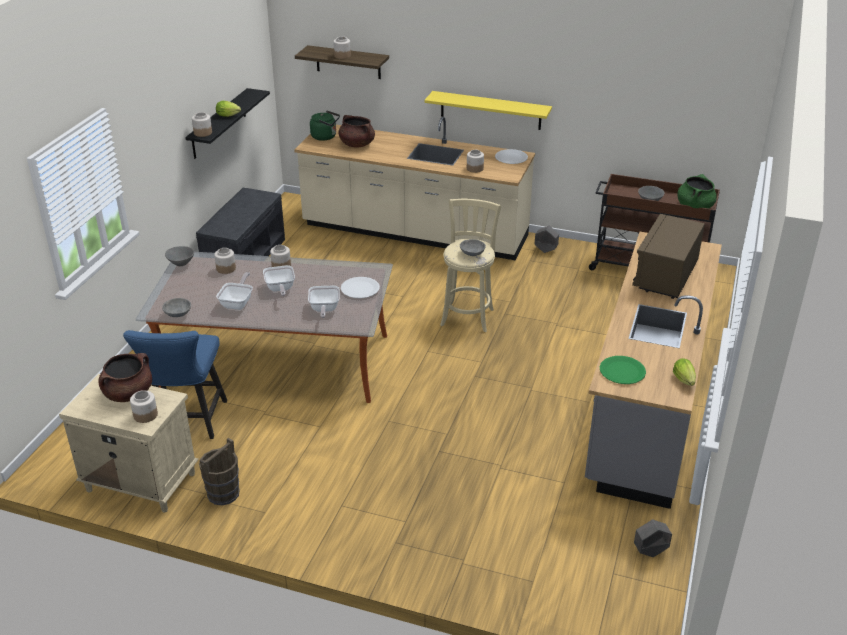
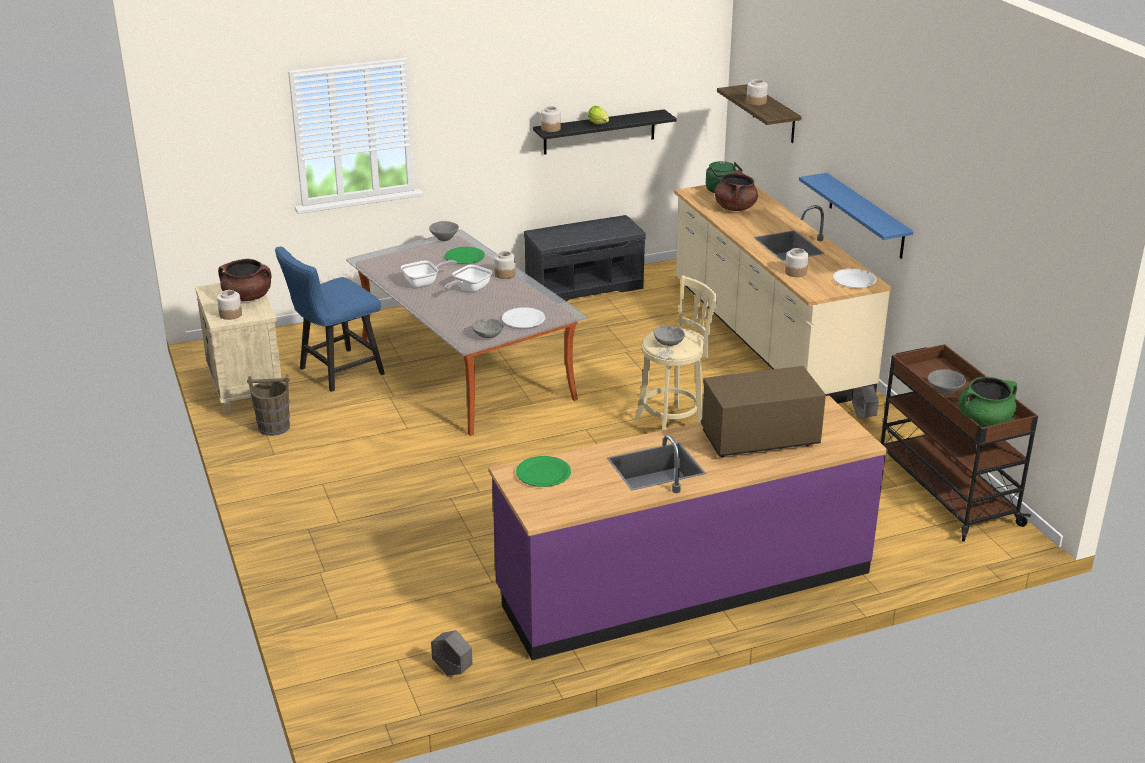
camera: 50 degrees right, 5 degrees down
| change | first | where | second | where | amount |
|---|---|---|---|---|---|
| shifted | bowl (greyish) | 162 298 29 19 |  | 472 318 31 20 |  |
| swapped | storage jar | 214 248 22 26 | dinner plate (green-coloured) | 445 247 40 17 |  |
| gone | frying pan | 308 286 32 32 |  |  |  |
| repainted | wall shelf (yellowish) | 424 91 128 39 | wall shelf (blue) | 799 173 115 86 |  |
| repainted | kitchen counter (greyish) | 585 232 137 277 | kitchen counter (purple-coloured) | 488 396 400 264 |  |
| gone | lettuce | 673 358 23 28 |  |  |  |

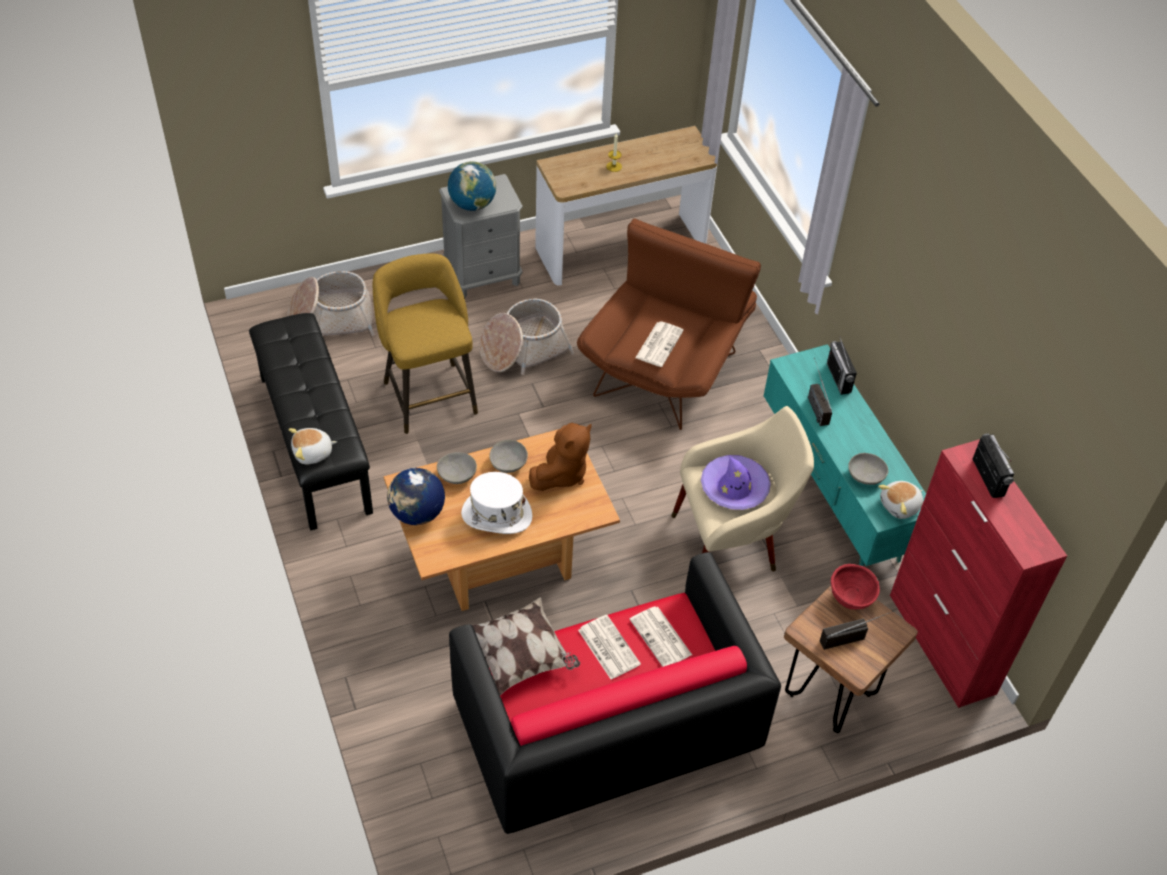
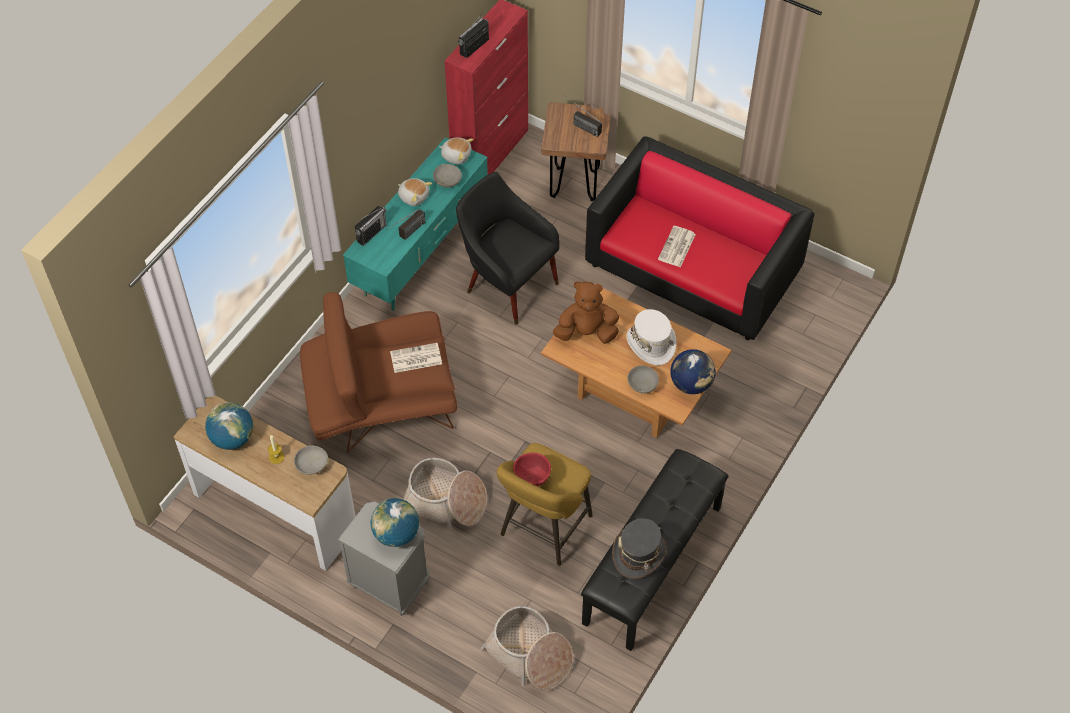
camera: 125 degrees left, 5 degrees up
| change | first | where | second | where | amount |
|---|---|---|---|---|---|
| shifted | plush toy | 289 428 48 37 |  | 398 178 34 28 |  |
| gone | pillow | 472 597 108 98 |  |  |  |
| shifted | bowl (greyish) | 489 440 39 33 |  | 294 446 34 29 |  |
| gone | daily paper | 630 606 62 61 |  |  |  |
| repainted | armchair (beige-coloured) | 672 406 142 166 | armchair (blackish) | 456 172 104 153 |  |
| gone | wearable hat (purple-coloured) | 701 455 70 55 |  |  |  |
| shifted | bowl (reddish) | 831 564 49 46 |  | 513 453 38 33 |  |
| new |  |  | world globe | 205 403 48 47 |  |
| new |  |  | wearable hat (greyish) | 612 518 55 61 |  |

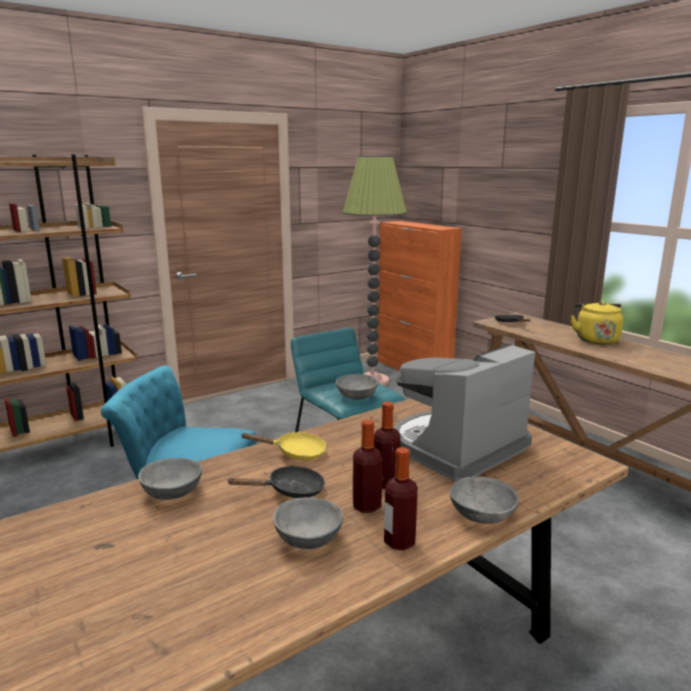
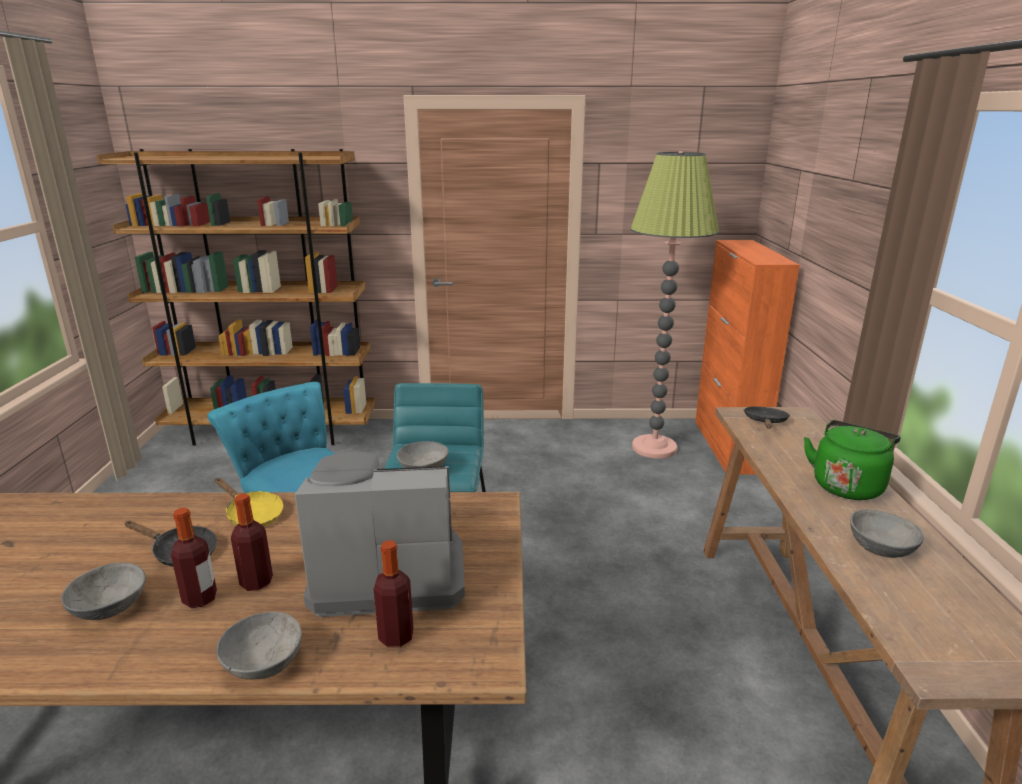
camera: 35 degrees right, 5 degrees up
| change | first | where | second | where | amount |
|---|---|---|---|---|---|
| shifted | bowl (greyish) | 138 458 64 42 |  | 850 509 74 49 |  |
| shifted | beverage bottle | 384 447 34 103 |  | 374 541 40 106 |  |
| repainted | water kettle (yellowish) | 571 301 53 44 | water kettle (green-coloured) | 804 420 97 80 |  |

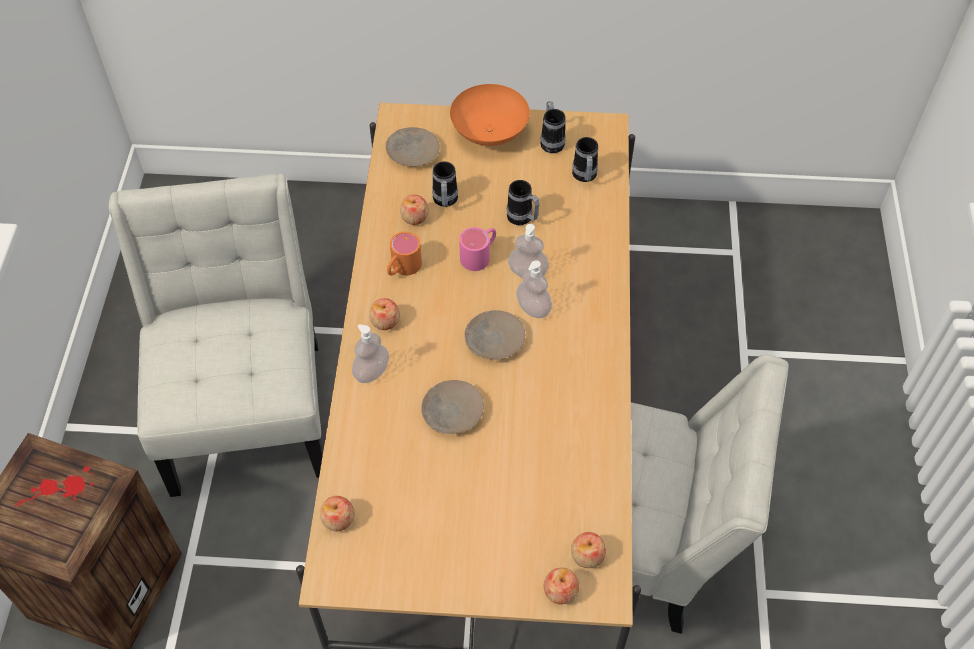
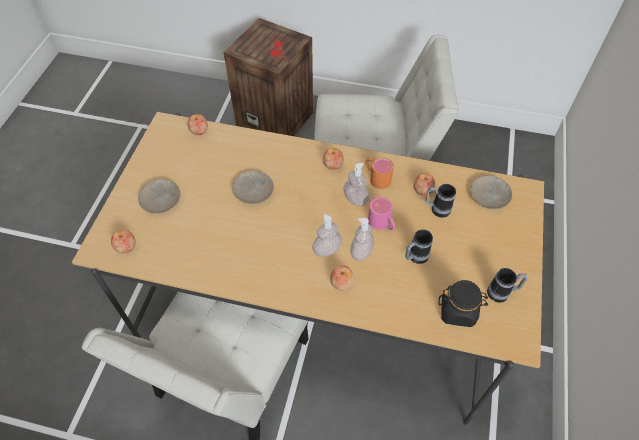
camera: 100 degrees right, 0 degrees up
| change | first | where | second | where | amount |
|---|---|---|---|---|---|
| shifted | soap dispenser | 352 324 37 59 |  | 343 163 26 43 |  |
| gone | bowl (orangey) | 450 84 80 62 |  |  |  |
| shifted | dinner plate (beige-coloured) | 465 310 60 50 |  | 138 179 42 35 |  |
| shifted | whole apple | 544 567 35 37 |  | 330 265 24 25 |  |
| swapped | mug | 572 137 26 45 | storage jar (blackish) | 439 280 49 47 |  |

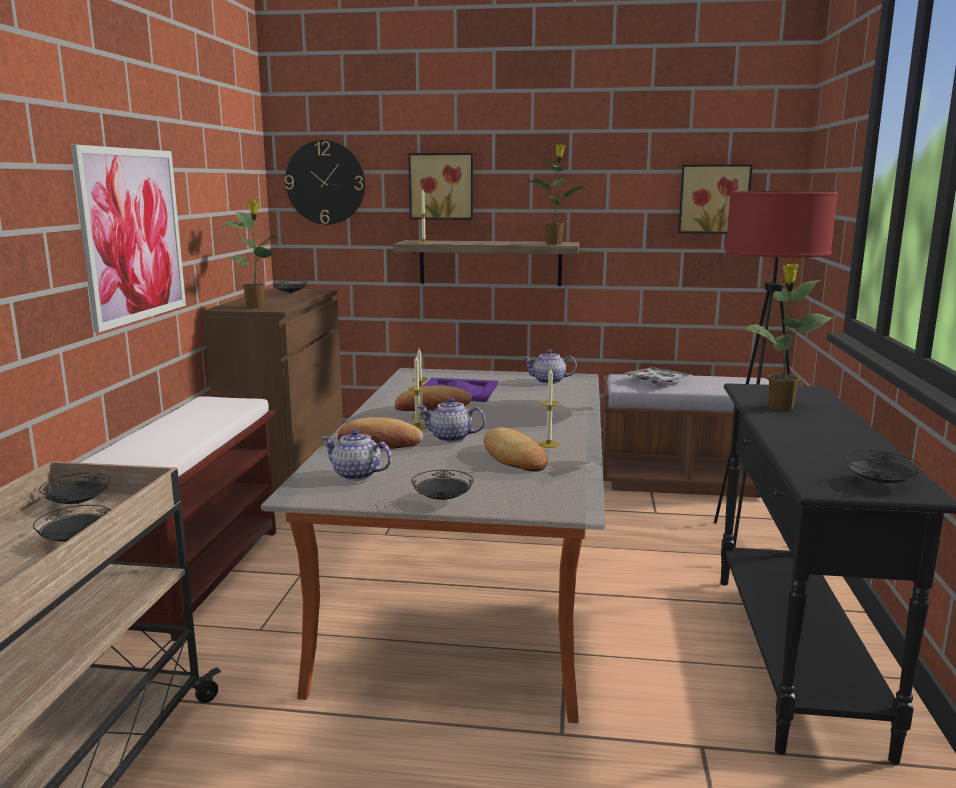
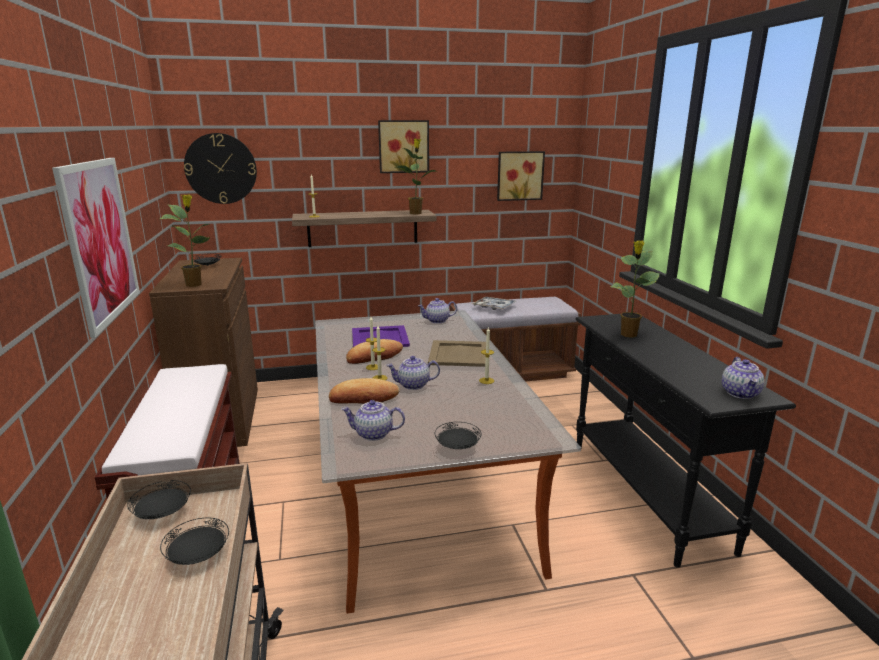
camera: 20 degrees left, 5 degrees up
| change | first | where | second | where | amount |
|---|---|---|---|---|---|
| shifted | wall art | 408 153 65 67 |  | 378 120 51 53 |  |
| gone | bread | 484 427 64 45 |  |  |  |
| gone | standing lamp (reddish) | 714 191 124 357 |  |  |  |
| swapped | dinner plate (blackish) | 844 451 77 33 | pot for tea | 722 357 43 42 |  |
| new |  |  | tray (beige-coloured) | 428 340 58 27 |  |

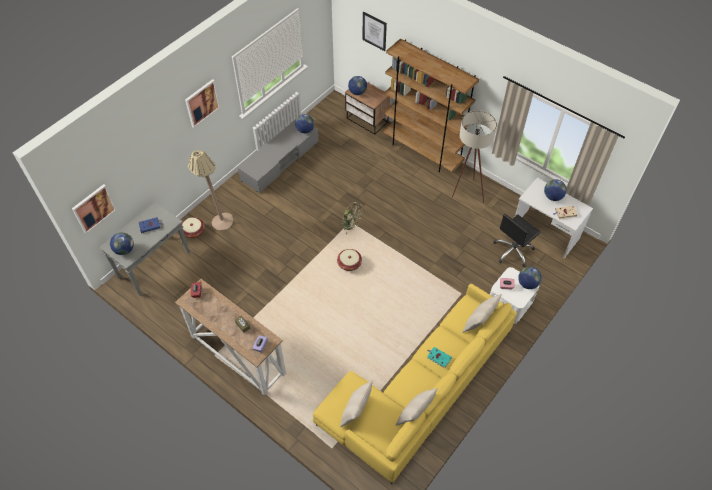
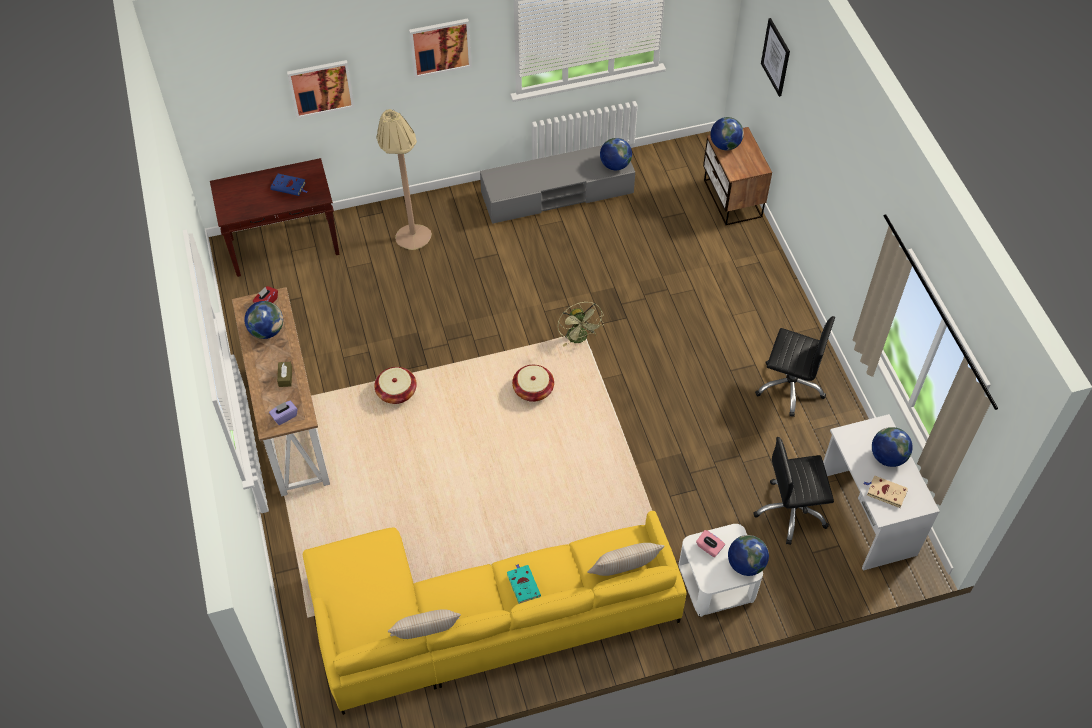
camera: 35 degrees right, 0 degrees up
| change | first | where | second | where | amount |
|---|---|---|---|---|---|
| shifted | wall art | 72 184 44 50 |  | 287 60 67 59 |  |
| repainted | console table (greyish) | 99 202 90 93 | console table (brownish) | 210 158 130 119 |  |
| shifted | world globe | 110 232 24 23 |  | 244 301 39 38 |  |
| shifted | household basket | 182 217 23 21 |  | 374 367 43 37 |  |
| gone | pillow (beige-coloured) | 340 380 33 47 |  |  |  |
| gone | bookcase (brownish) | 383 39 96 134 |  |  |  |
| swapped | standing lamp (beige-coloured) | 452 110 45 93 | computer chair (blackish) | 755 316 80 101 |  |

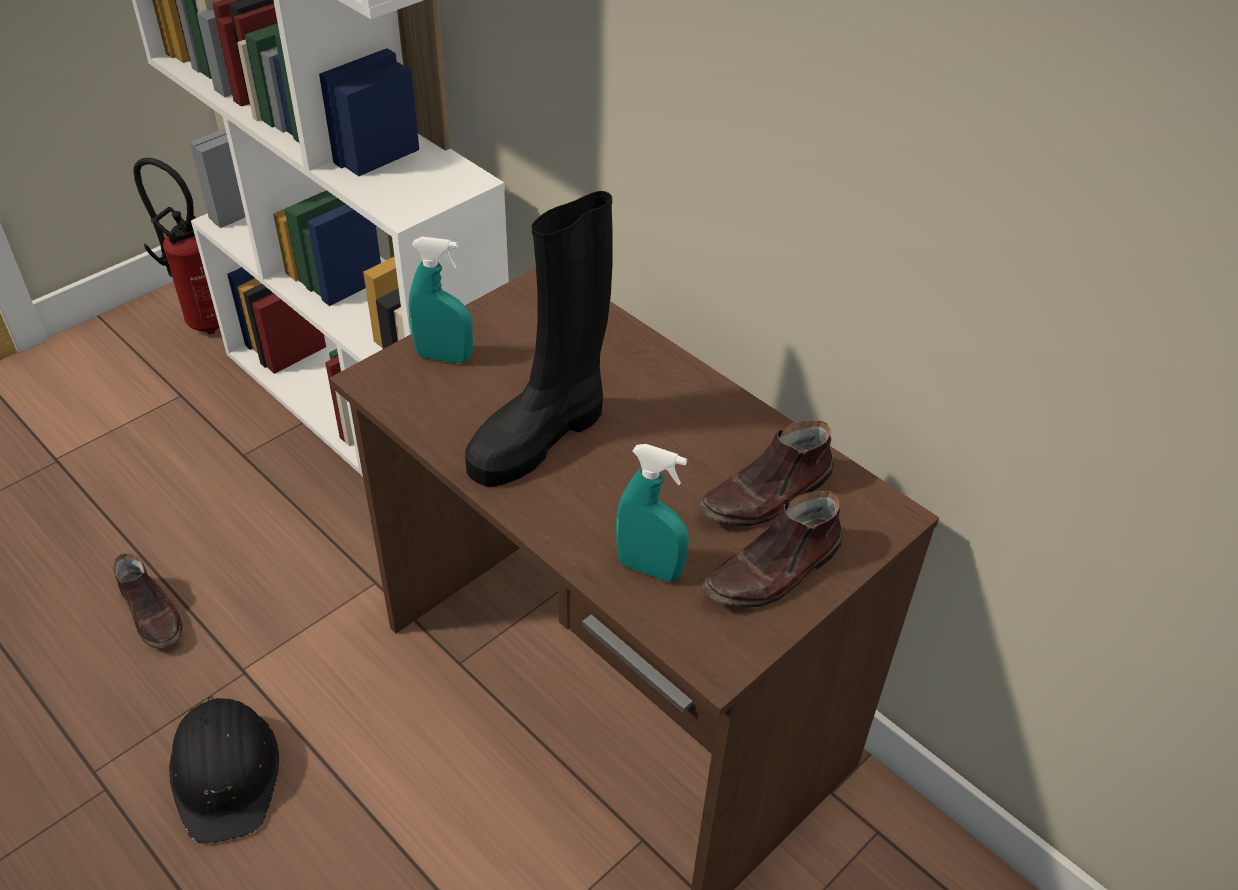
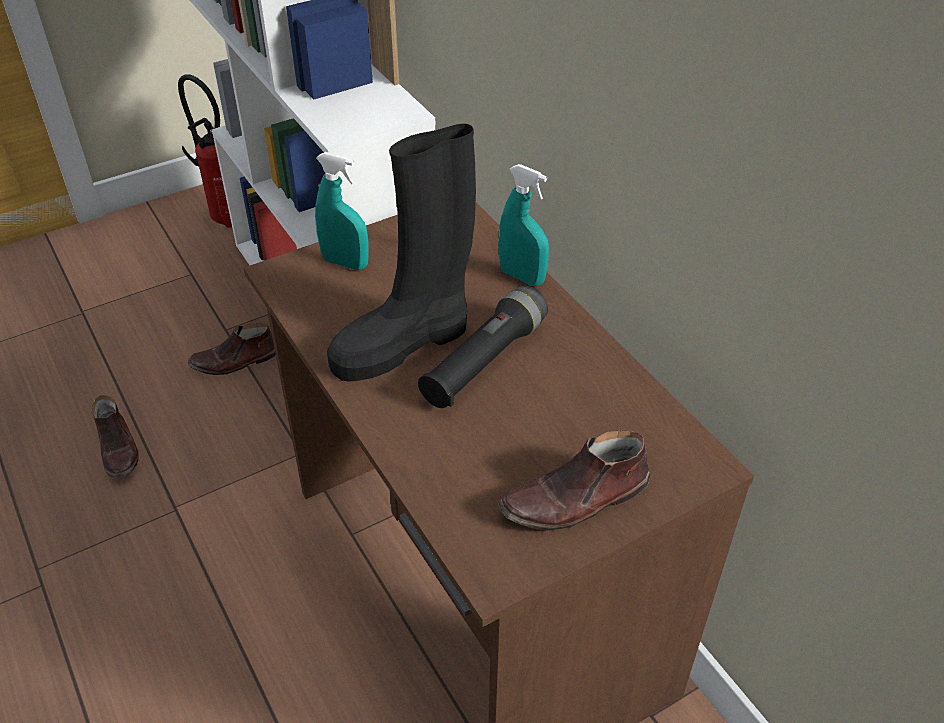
camera: 15 degrees right, 0 degrees up
| change | first | where | second | where | amount |
|---|---|---|---|---|---|
| gone | hard hat (blackish) | 169 695 110 149 |  |  |  |
| shifted | hand sprayer (turquoise-coloured) | 616 444 73 138 |  | 498 164 51 122 |  |
| shifted | shoe (brownish) | 698 420 135 106 |  | 188 323 88 52 |  |
| new |  |  | flashlight (blackish) | 418 285 130 123 |  |

